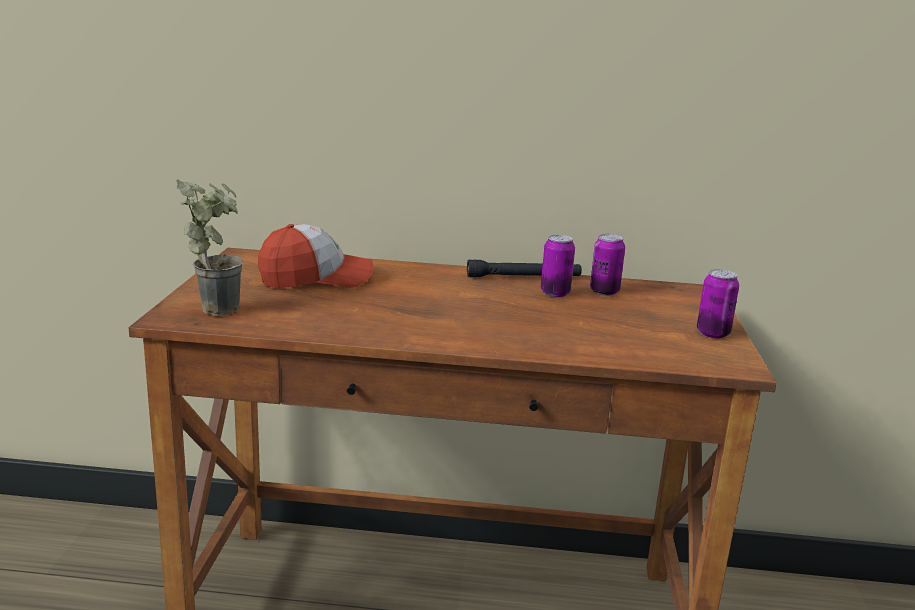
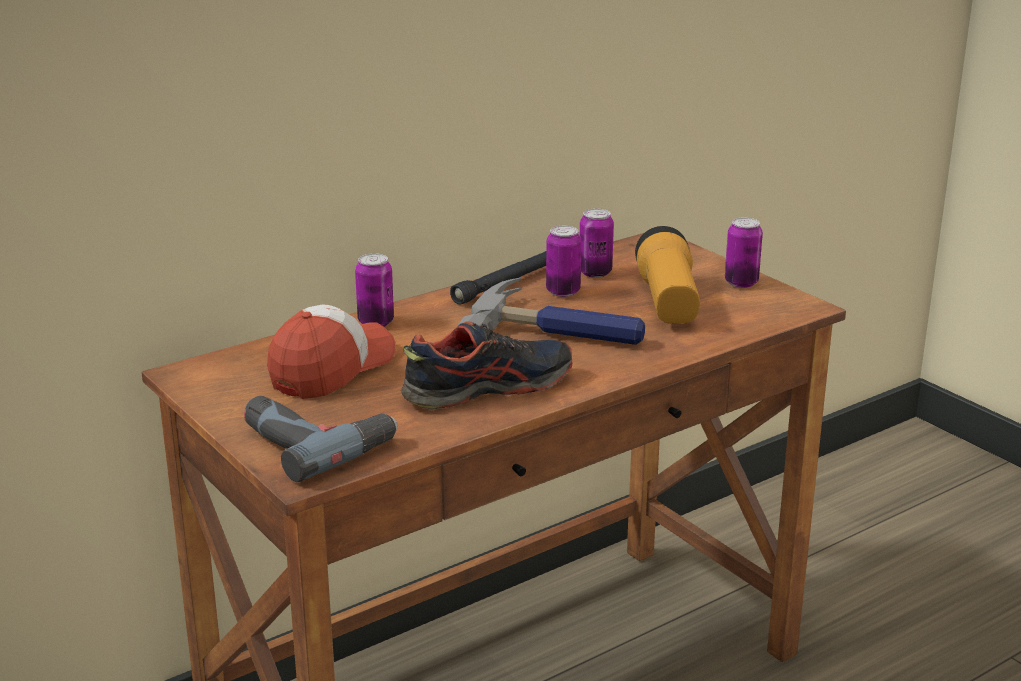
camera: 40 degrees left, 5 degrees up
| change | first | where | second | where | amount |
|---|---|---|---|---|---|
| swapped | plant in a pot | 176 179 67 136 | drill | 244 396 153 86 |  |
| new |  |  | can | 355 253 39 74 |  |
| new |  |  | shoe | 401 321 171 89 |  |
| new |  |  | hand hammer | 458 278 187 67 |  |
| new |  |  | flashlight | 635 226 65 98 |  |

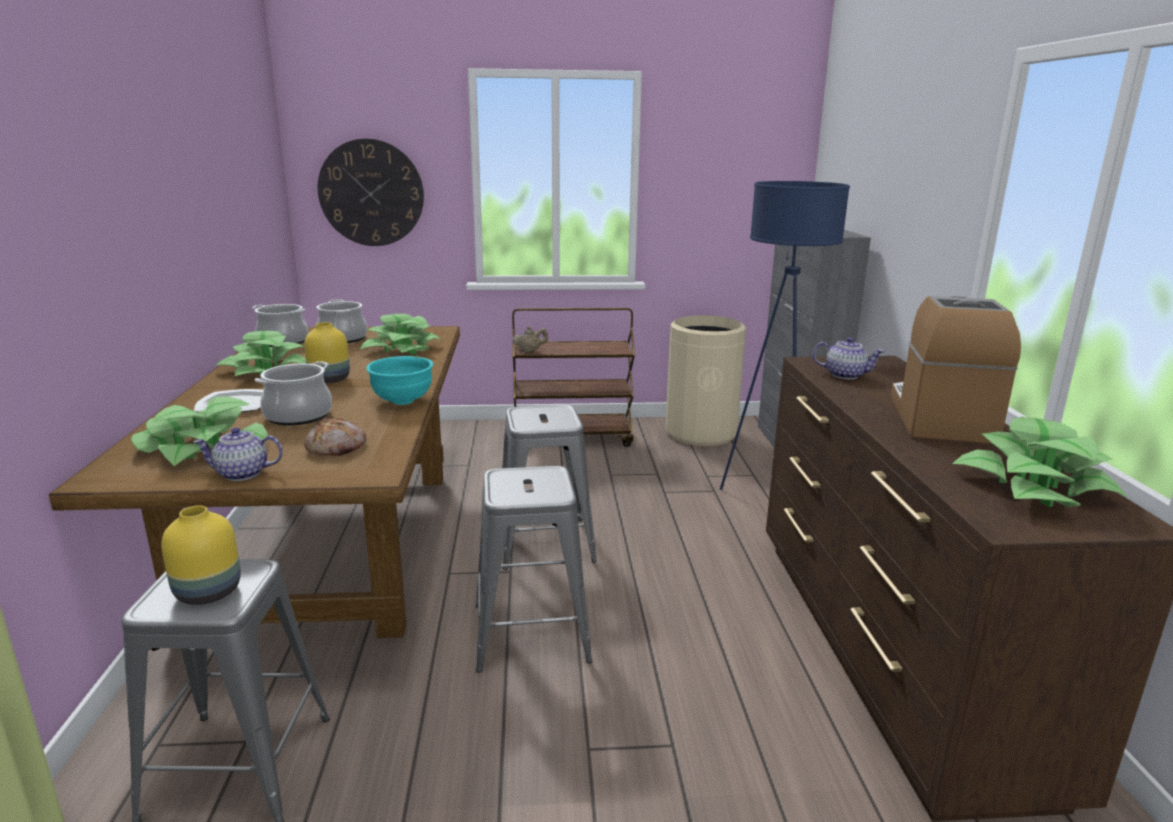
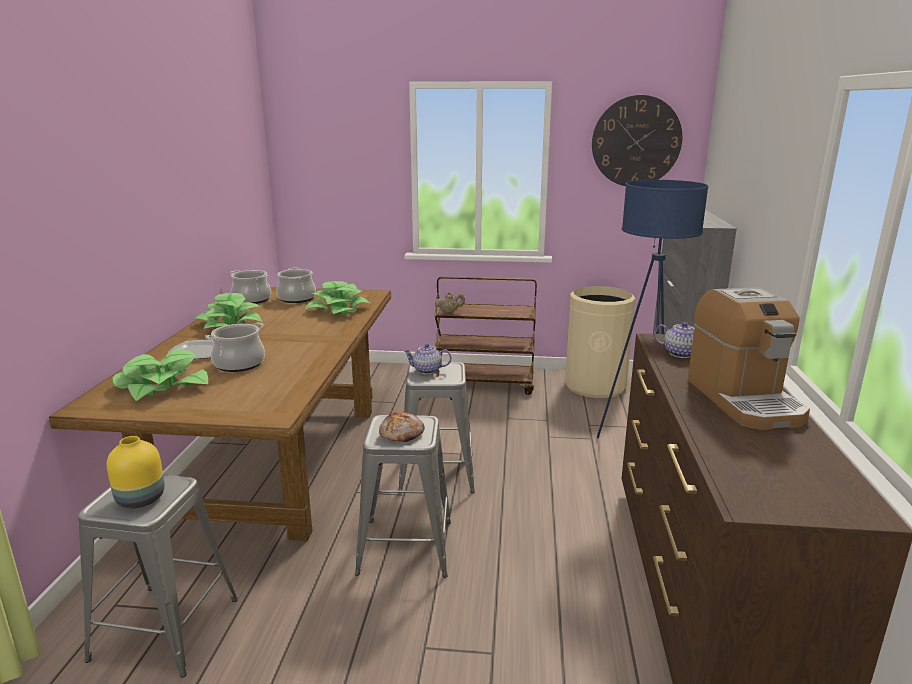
camera: 10 degrees right, 0 degrees up
| change | first | where | second | where | amount |
|---|---|---|---|---|---|
| shifted | pot for tea | 194 427 89 54 |  | 403 343 48 31 |  |
| gone | decorative vase (yellowish) | 304 322 46 61 |  |  |  |
| shifted | bread | 304 419 63 37 |  | 379 412 46 30 |  |
| shifted | clock on the wall | 318 138 106 108 |  | 592 95 90 91 |  |
| gone | bowl (turquoise-coloured) | 366 356 67 49 |  |  |  |
| rotated | coffee maker | 890 296 131 148 |  | 688 287 122 143 | 150 degrees clockwise |
| gone | plant in a pot | 952 417 175 90 |  |  |  |

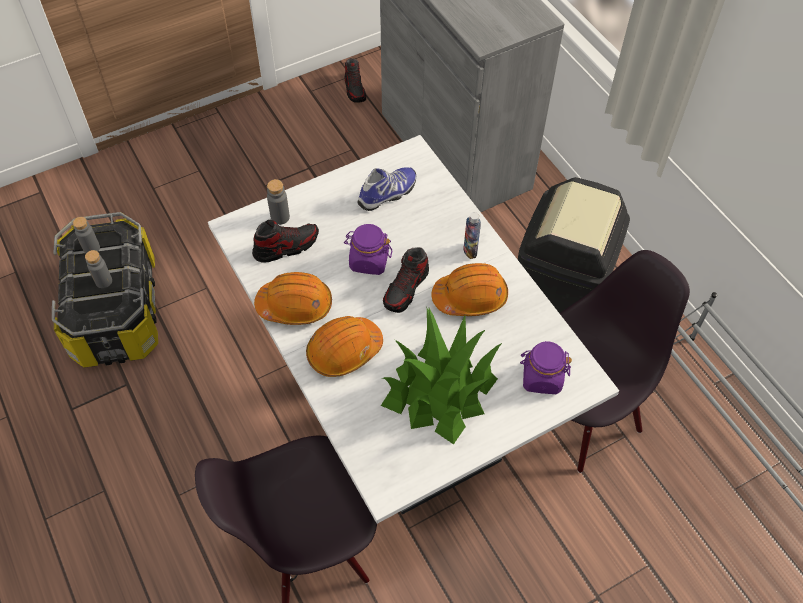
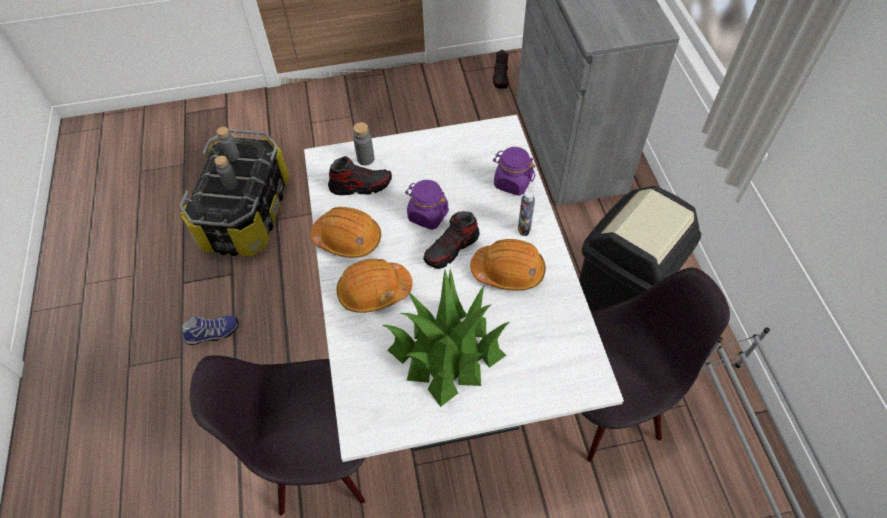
camera: 20 degrees right, 0 degrees up
| change | first | where | second | where | amount |
|---|---|---|---|---|---|
| shifted | shoe | 357 167 59 44 |  | 182 316 57 29 |  |
| shifted | storage jar (purple-coloured) | 520 341 52 53 |  | 493 147 42 49 |  |

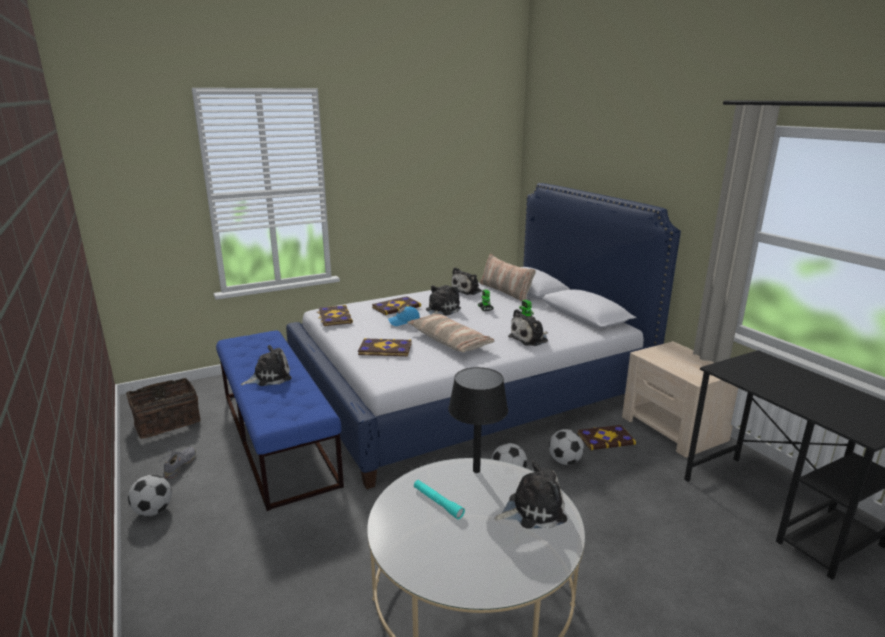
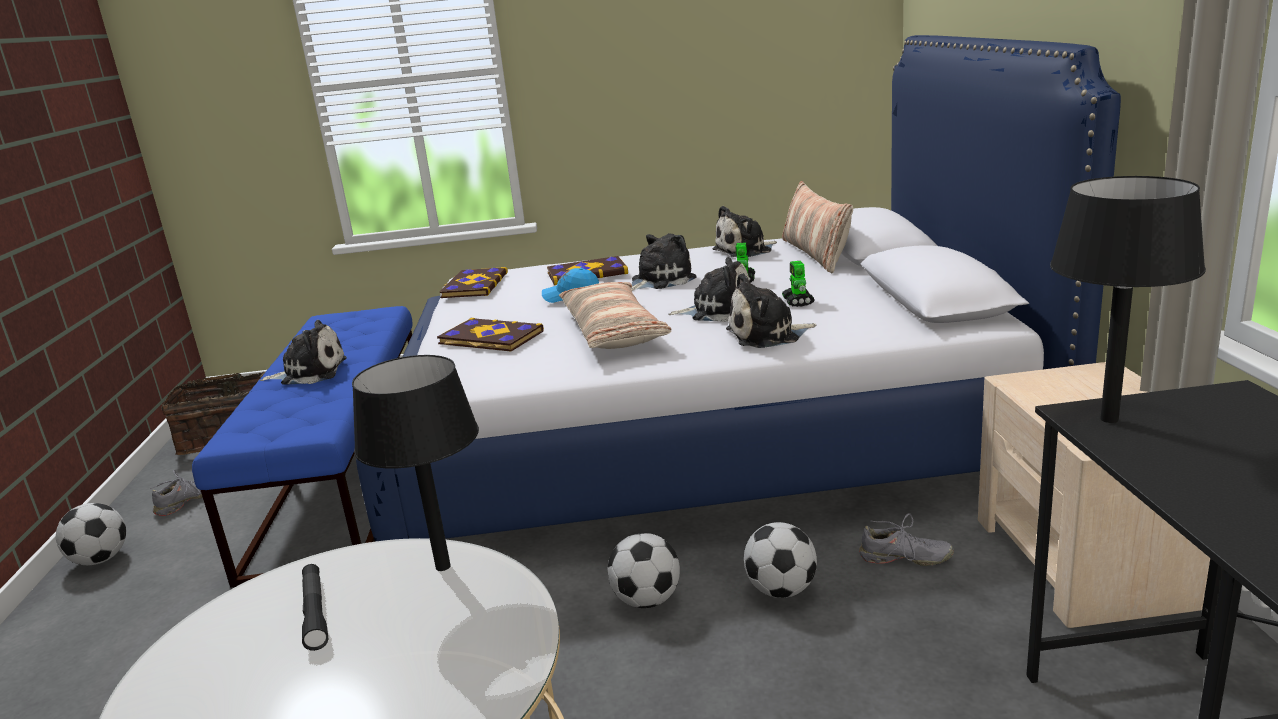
camera: 25 degrees right, 0 degrees up
| change | first | where | second | where | amount |
|---|---|---|---|---|---|
| repainted | flashlight (turquoise-coloured) | 414 480 51 39 | flashlight (blackish) | 302 564 26 87 |  |
| shifted | plush toy | 495 460 72 68 |  | 669 257 82 65 |  |
| swapped | book | 577 425 59 25 | shoe (greyish) | 859 513 95 53 |  |
| new |  |  | lamp for a table (blackish) | 1050 176 156 247 |  |

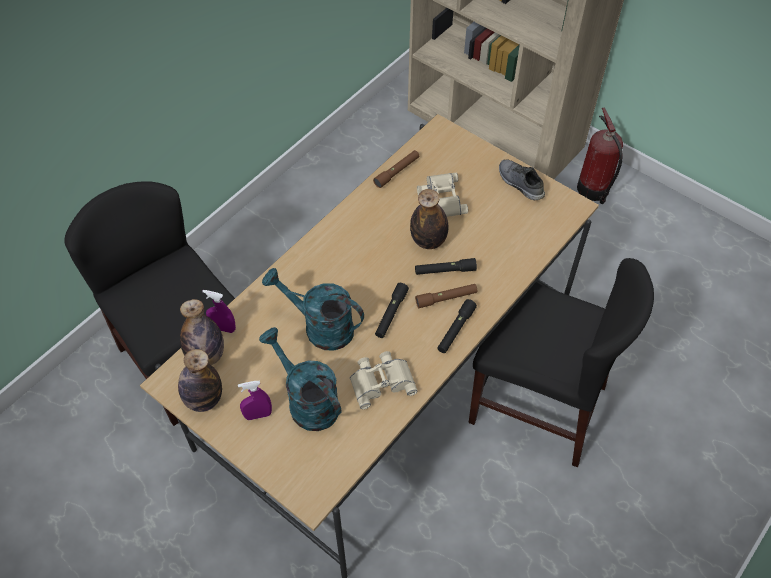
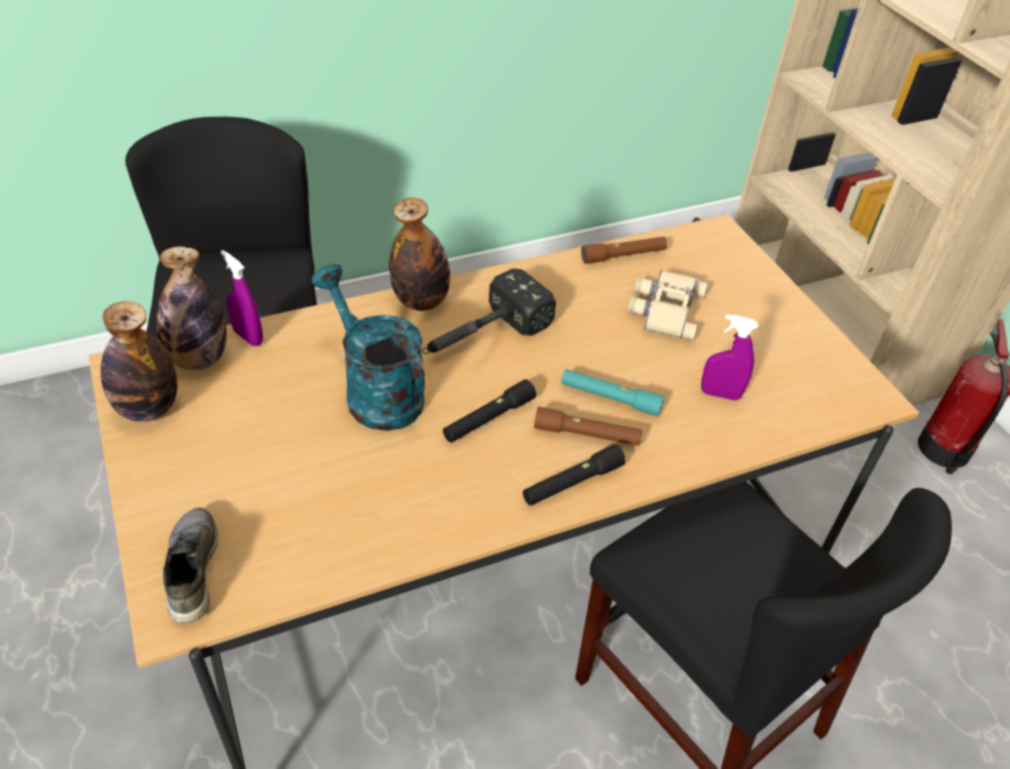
camera: 25 degrees right, 10 degrees down
| change | first | where | second | where | amount |
|---|---|---|---|---|---|
| shifted | hand sprayer (purple-coloured) | 238 381 34 39 |  | 701 314 58 87 |  |
| gone | sprinkling can (turquoise-coloured) | 259 327 83 104 |  |  |  |
| gone | pair of binoculars (beige-coloured) | 350 351 68 58 |  |  |  |
| shifted | beverage bottle | 410 189 38 60 |  | 389 198 61 113 |  |
| repainted | flashlight (blackish) | 415 258 62 17 | flashlight (turquoise-coloured) | 561 369 104 47 |  |
| shifted | shoe (greyish) | 499 159 46 41 |  | 163 507 55 117 |  |
| new |  |  | hand hammer | 422 268 134 86 |  |

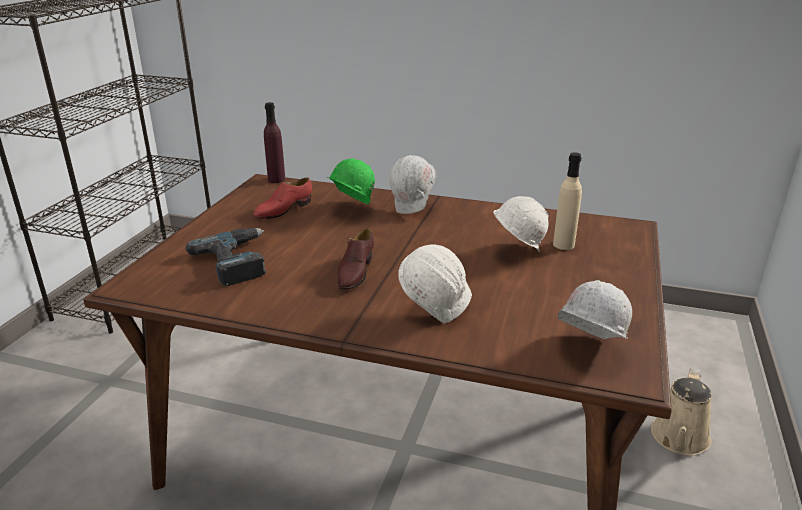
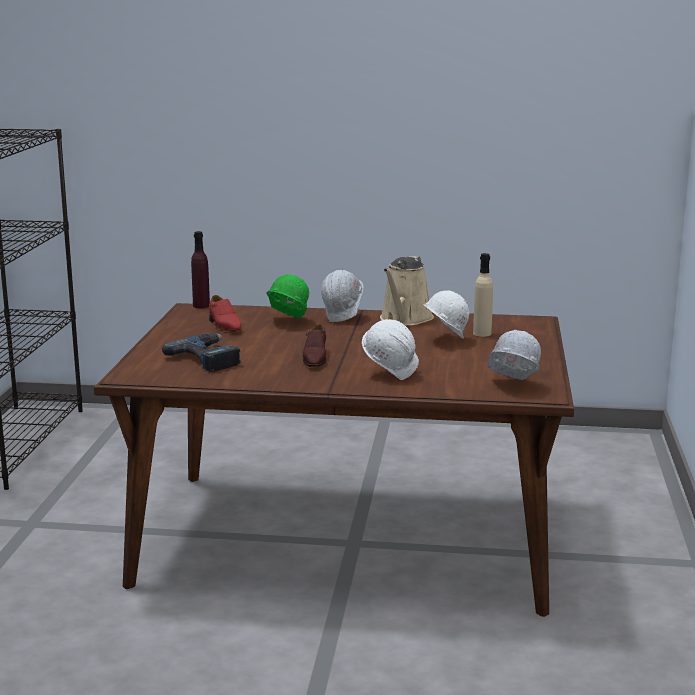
camera: 10 degrees left, 10 degrees down
| change | first | where | second | where | amount |
|---|---|---|---|---|---|
| rotated | shoe (reddish) | 253 178 59 41 |  | 209 295 32 37 | 60 degrees counterclockwise |
| shifted | sprinkling can (beige-coloured) | 651 368 61 88 |  | 380 256 54 70 |  |

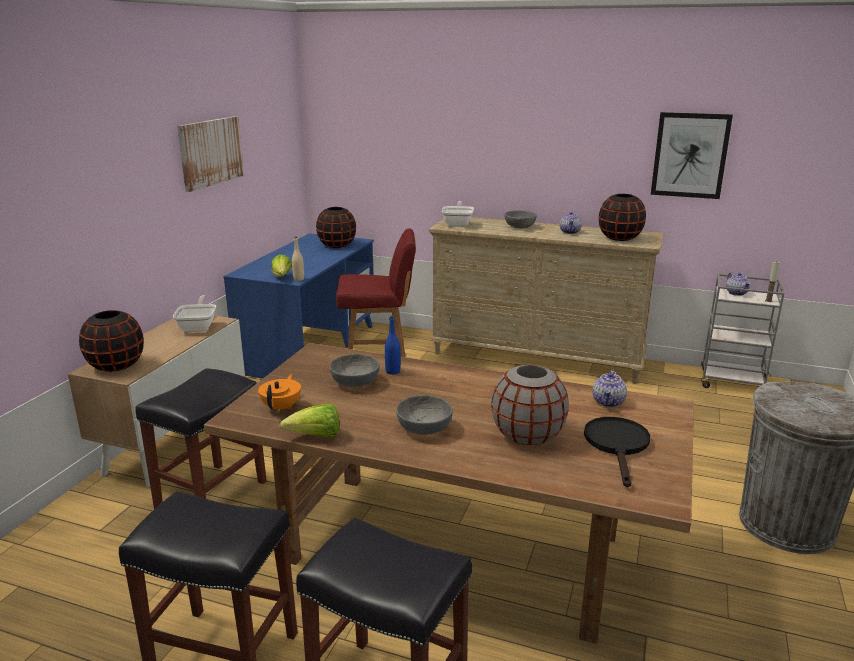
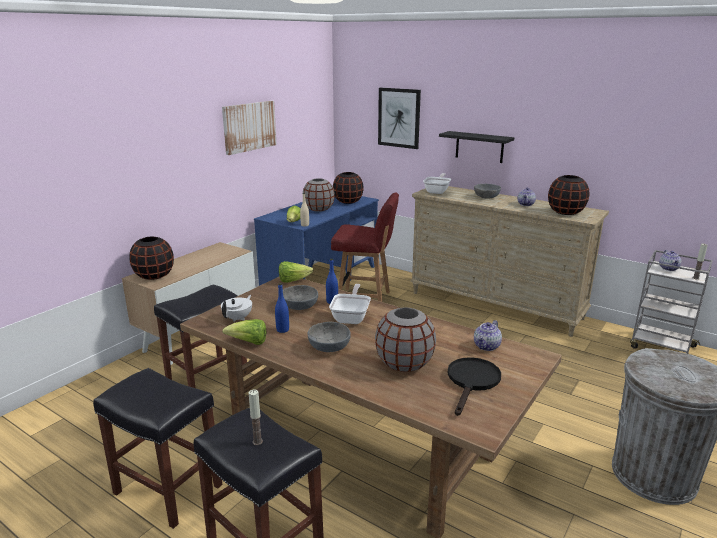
camera: 15 degrees right, 0 degrees up
| change | first | where | second | where | amount |
|---|---|---|---|---|---|
| shifted | frying pan | 173 295 43 37 |  | 329 284 42 40 |  |
| repainted | pot for tea (orangey) | 258 374 43 38 | pot for tea (white-coloured) | 221 295 31 27 |  |
| shifted | wall art | 651 112 82 87 |  | 378 88 43 61 |  |
| new |  |  | wax light | 249 389 14 56 |  |
| new |  |  | beverage bottle (blue) | 275 283 14 50 |  |
| new |  |  | lettuce | 279 261 34 22 |  |
| new |  |  | decorative vase (greyish) | 302 178 33 34 |  |
| new |  |  | wall shelf (blackish) | 439 131 75 32 |  |

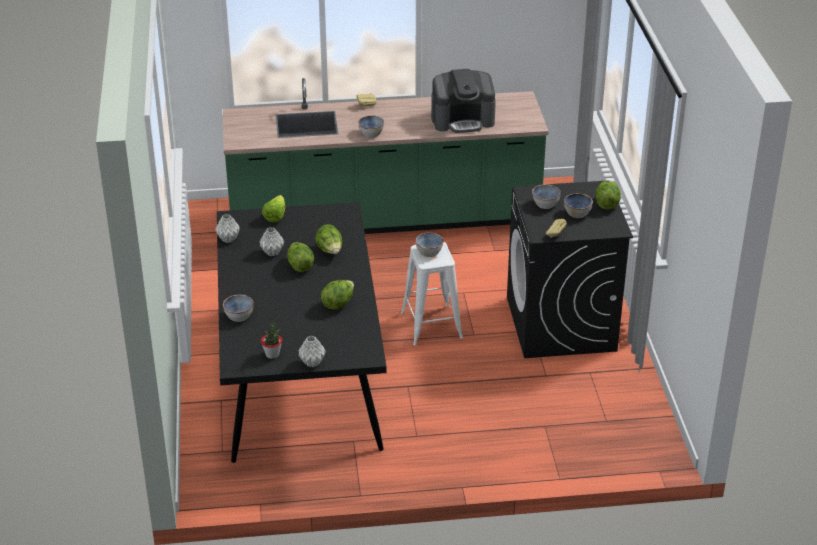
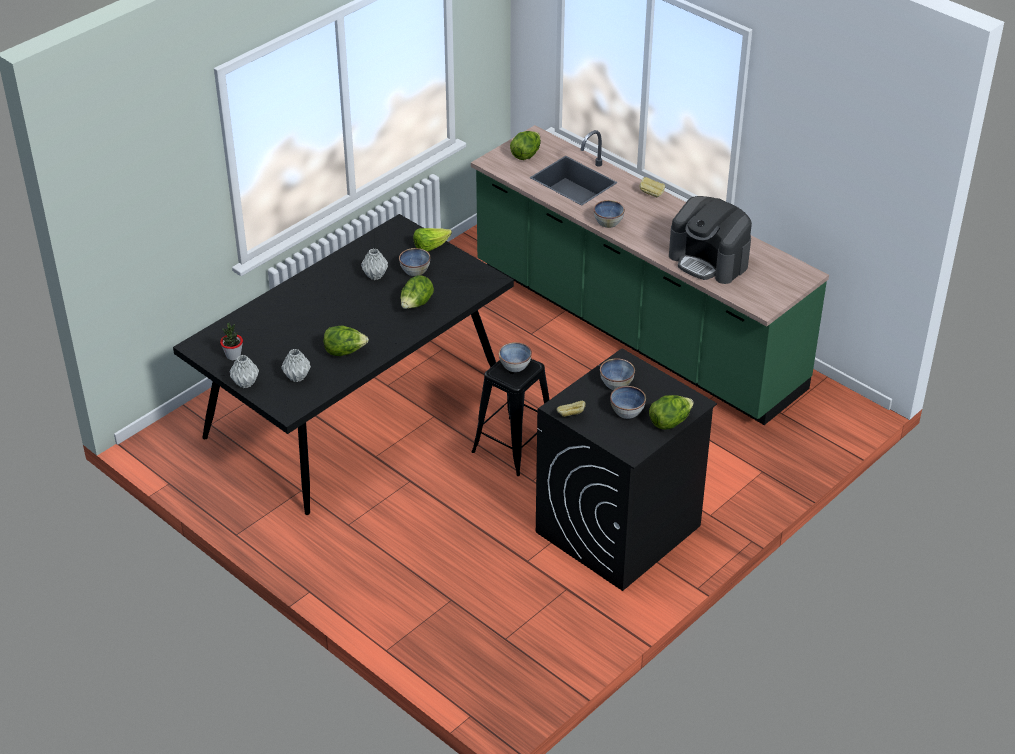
camera: 50 degrees right, 5 degrees up
| change | first | where | second | where | amount |
|---|---|---|---|---|---|
| shifted | decorative vase (greyish) | 215 214 25 29 |  | 281 349 30 33 |  |
| shifted | bowl | 223 295 31 27 |  | 399 248 32 28 |  |
| shifted | lettuce | 287 242 27 30 |  | 510 131 31 29 |  |
| repainted | sitting stool (white-coloured) | 401 242 62 103 | sitting stool (blackish) | 471 359 78 117 |  |

